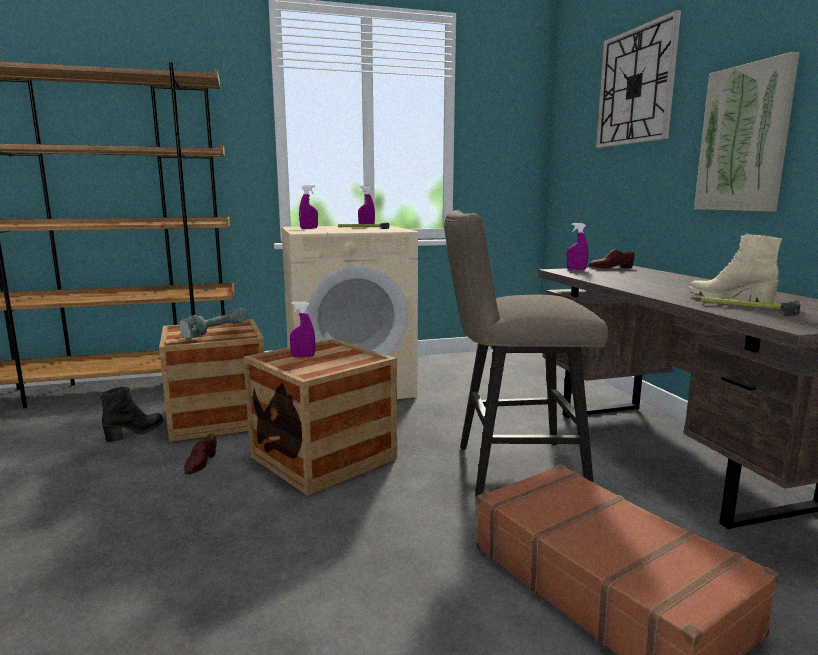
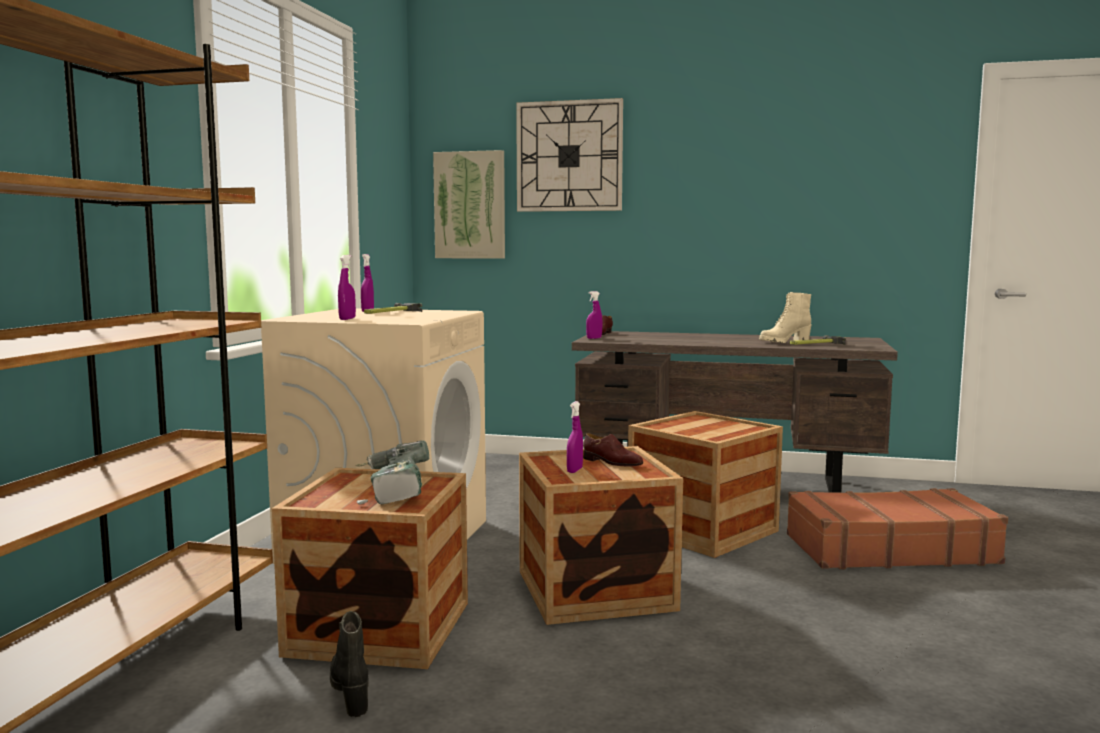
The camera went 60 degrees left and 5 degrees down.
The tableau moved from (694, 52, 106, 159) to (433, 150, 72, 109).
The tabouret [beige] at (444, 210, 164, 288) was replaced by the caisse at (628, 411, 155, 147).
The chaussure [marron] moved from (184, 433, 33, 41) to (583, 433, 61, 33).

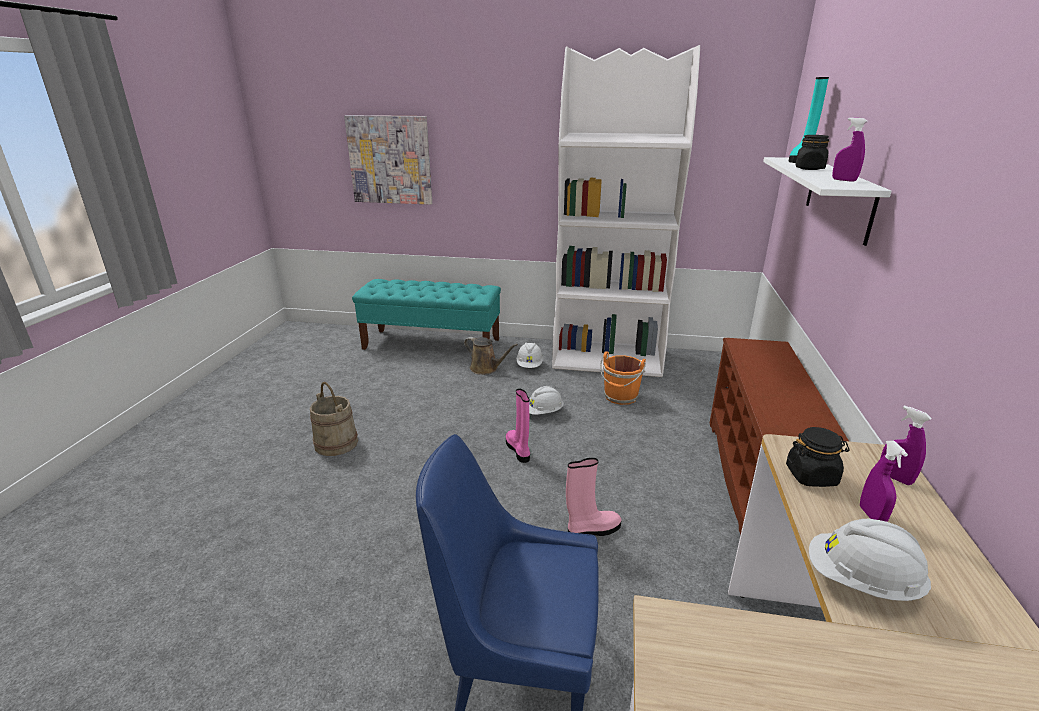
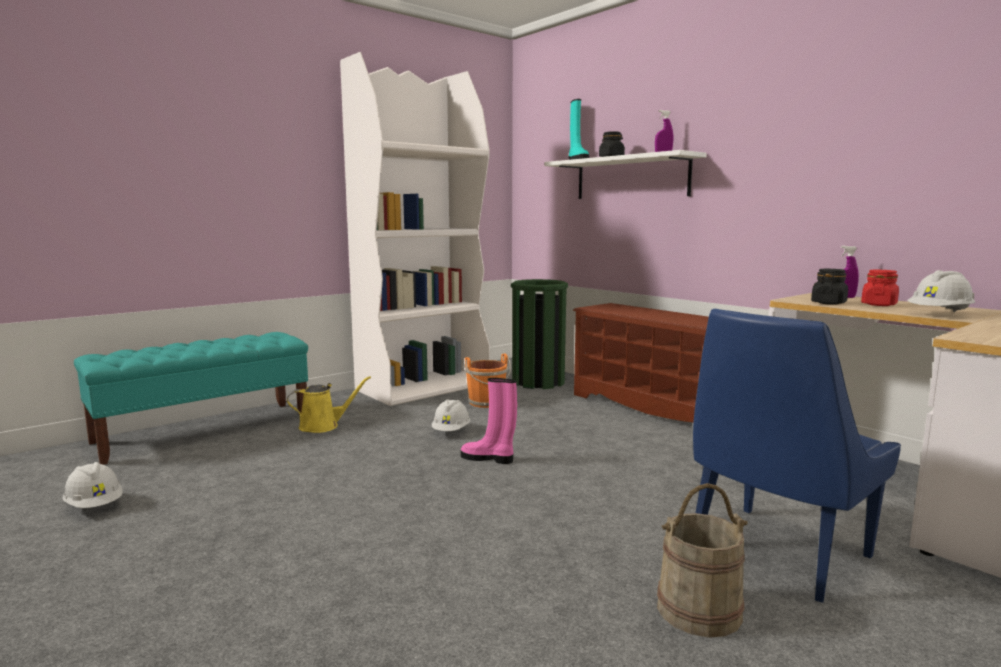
The camera went 50 degrees left and 15 degrees down.
The tableau at (344, 115, 88, 90) disappeared.
The arrosoir [marron] at (464, 337, 54, 38) became the arrosoir [jaune] at (287, 376, 84, 57).
The casque de chantier [blanc] moved from (516, 343, 27, 25) to (62, 462, 61, 46).
The seau [beige] moved from (310, 382, 48, 74) to (657, 483, 91, 155).
The vaporisateur [violet] at (860, 441, 48, 81) was replaced by the bocal [rouge] at (861, 270, 38, 36).
The botte [rose] at (566, 458, 56, 78) disappeared.
The poubelle [vert] at (511, 279, 57, 110) appeared.

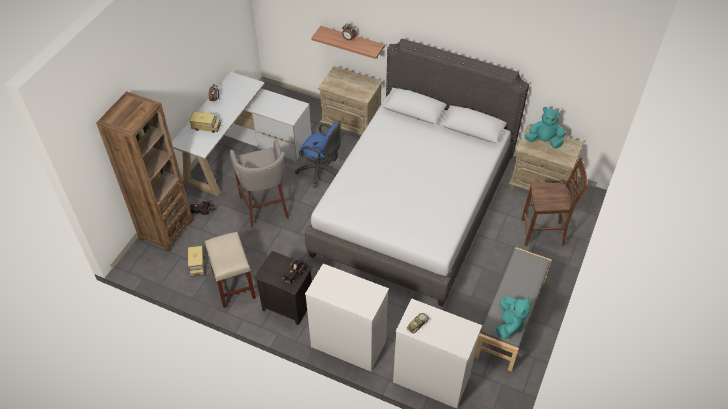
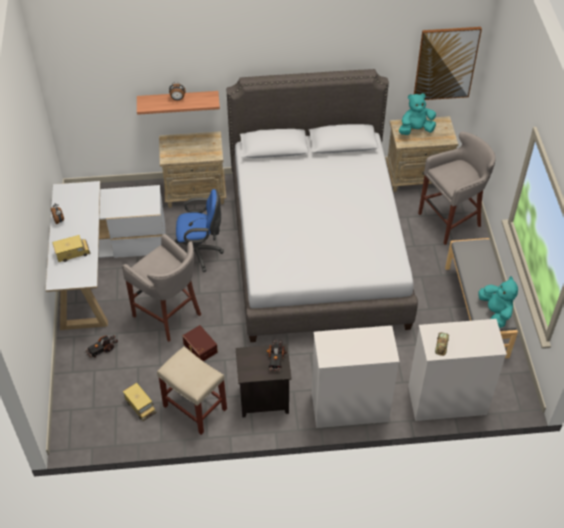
The camera went 30 degrees left and 0 degrees up.
The bibliothèque [marron] at (96, 91, 97, 161) disappeared.
The chaise [marron] at (521, 157, 67, 89) was replaced by the tabouret [gris] at (418, 131, 78, 114).
The tableau at (414, 27, 68, 73) appeared.
The boîte de rangement [marron] at (182, 325, 36, 36) appeared.

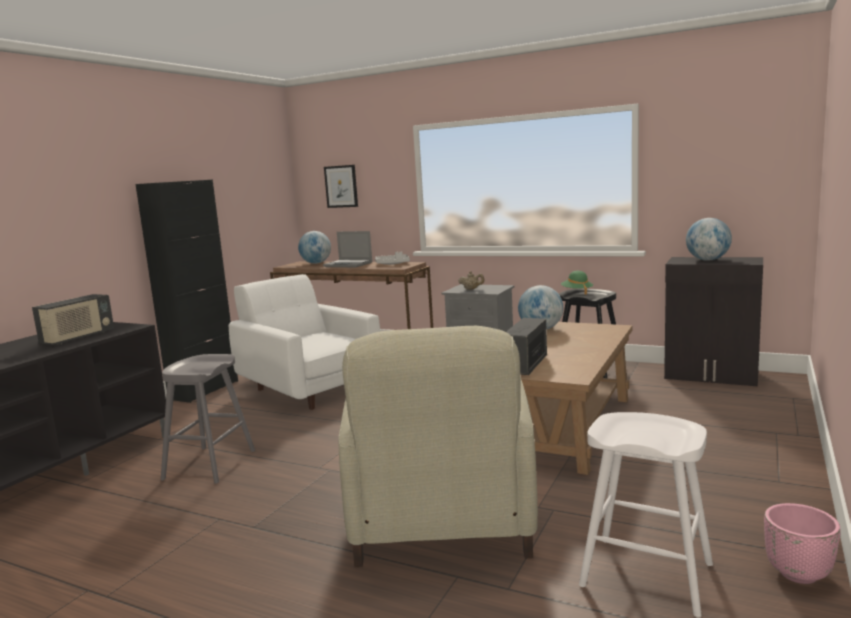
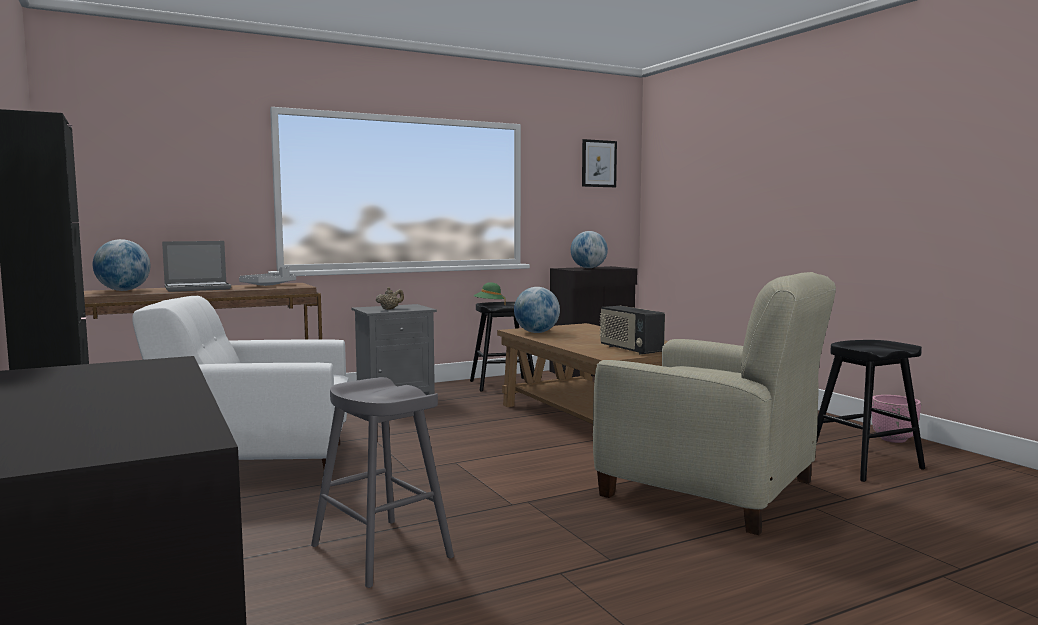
The camera went 55 degrees left and 5 degrees down.
The tableau moved from (324, 165, 34, 43) to (582, 139, 35, 48).
The radio at (32, 294, 82, 51) disappeared.
The tabouret [blanc] at (579, 412, 134, 206) became the tabouret [noir] at (816, 340, 109, 142).

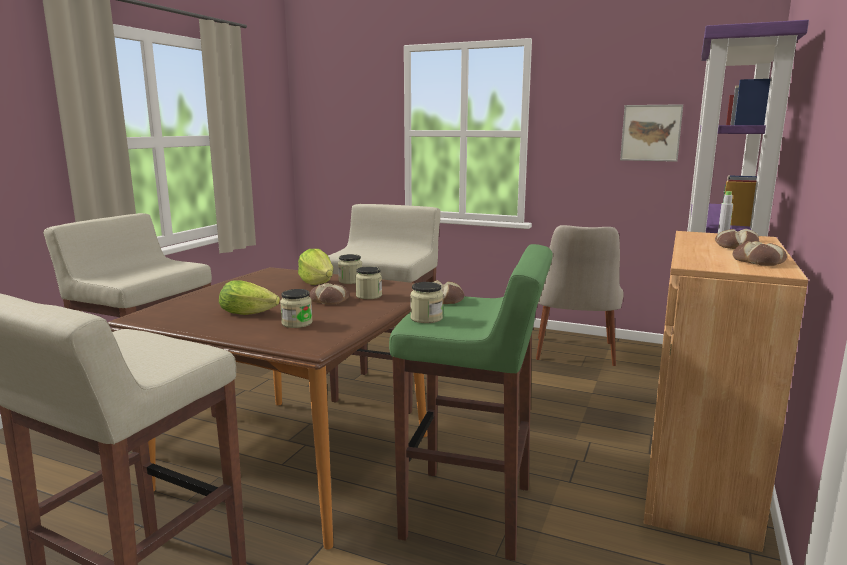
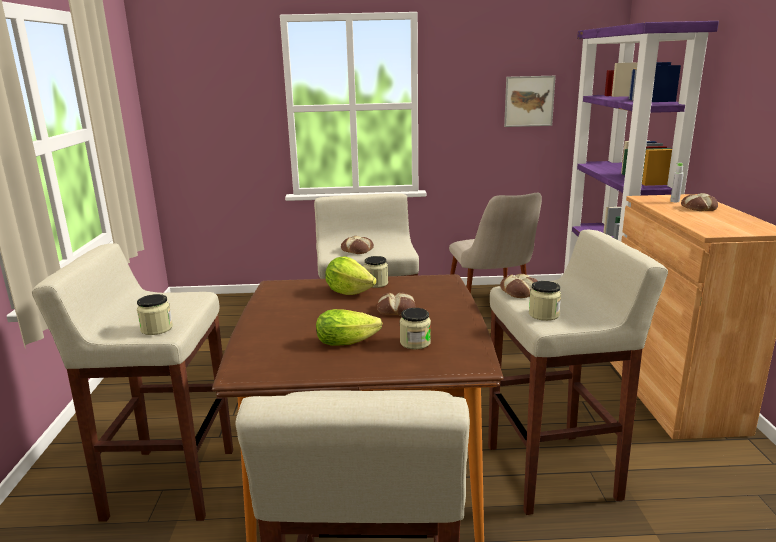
The camera went 25 degrees left and 5 degrees up.
The pain moved from (733, 241, 54, 25) to (341, 236, 33, 18).
The tabouret [vert] at (389, 244, 164, 317) became the tabouret [beige] at (488, 230, 180, 285).
The bocal moved from (355, 266, 27, 33) to (137, 294, 36, 41).

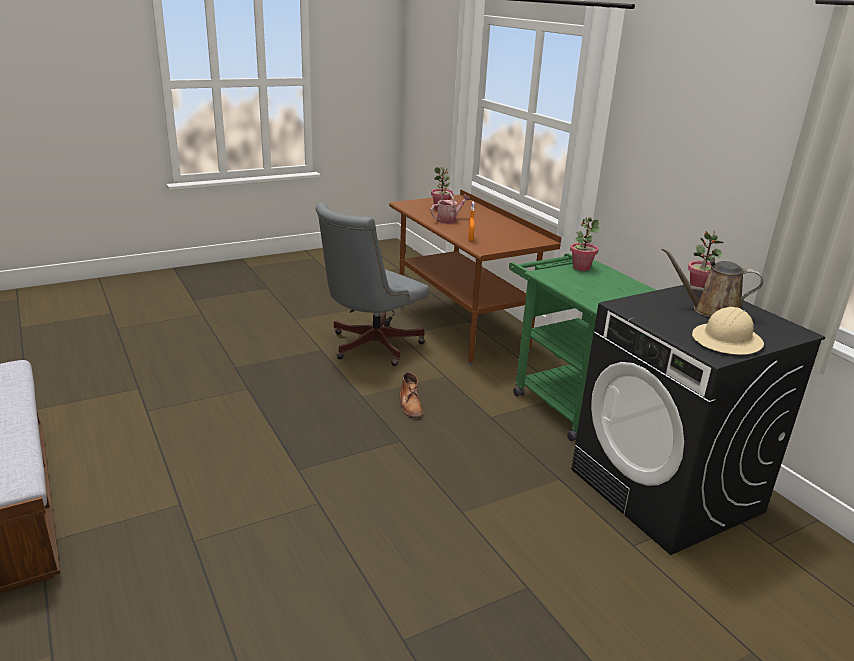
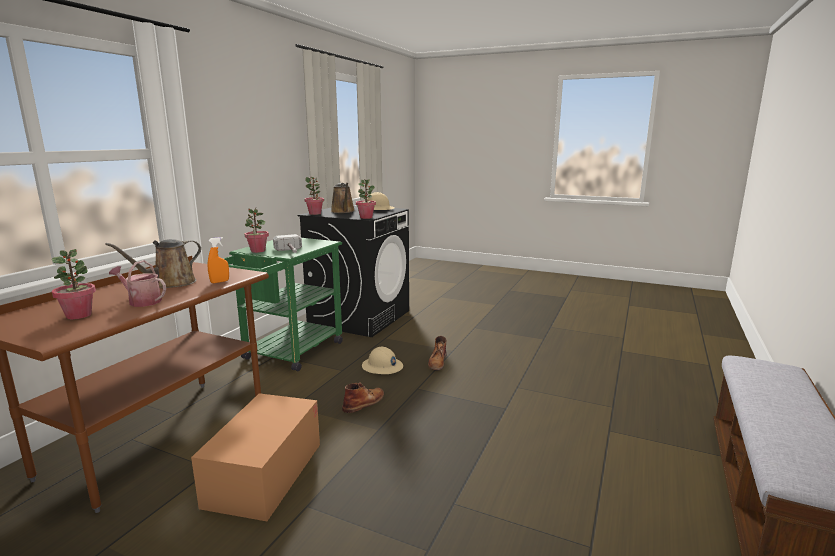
The camera went 125 degrees left and 10 degrees down.
The chaise de bureau [gris] at (315, 203, 114, 163) was replaced by the carton at (191, 393, 129, 128).
The plante en pot at (356, 179, 20, 40) appeared.
The marteau at (273, 234, 29, 19) appeared.
The arrosoir [marron] at (105, 239, 96, 49) appeared.
The botte [marron] at (428, 336, 19, 34) appeared.
The casque de chantier [beige] at (362, 347, 41, 27) appeared.

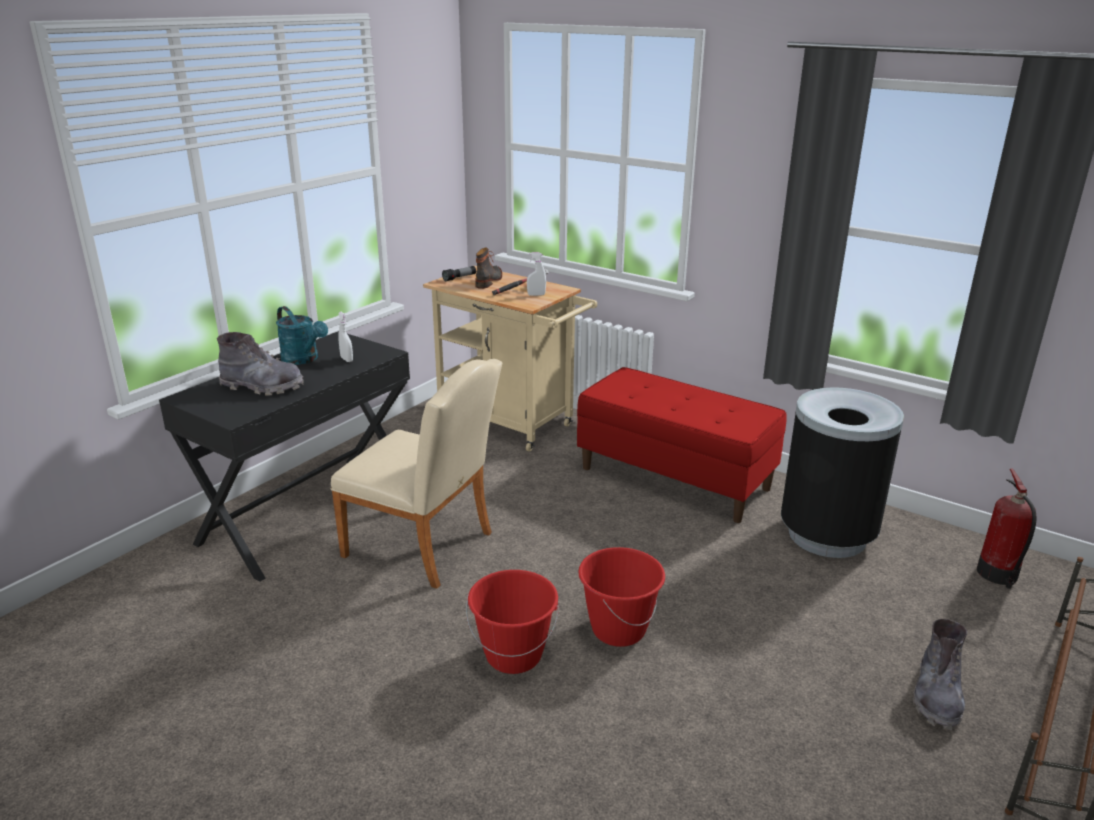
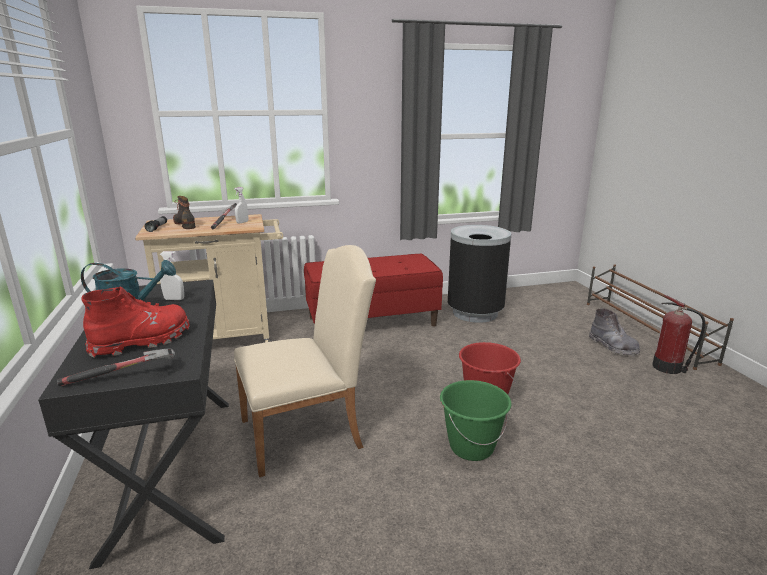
The camera went 50 degrees left and 5 degrees down.
The botte [gris] at (217, 332, 87, 64) became the botte [rouge] at (81, 287, 109, 71).
The extincteur moved from (977, 469, 60, 120) to (652, 295, 53, 79).
The seau [rouge] at (466, 570, 93, 104) became the seau [vert] at (440, 380, 71, 81).
The marteau at (57, 348, 118, 38) appeared.

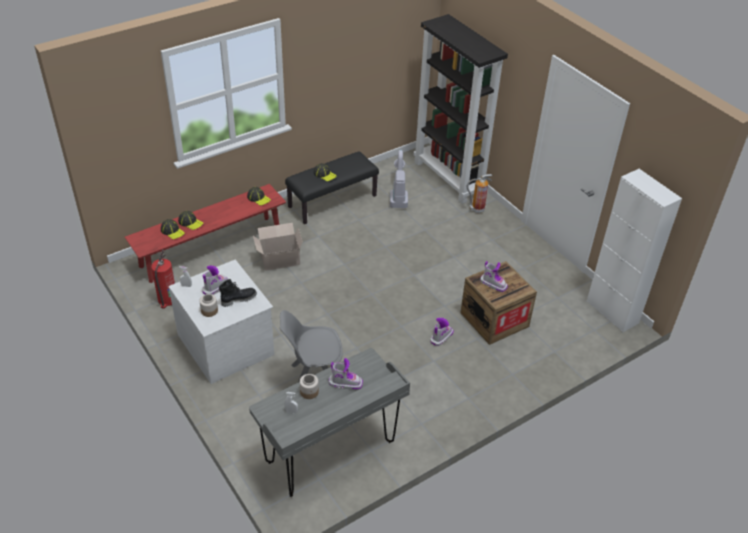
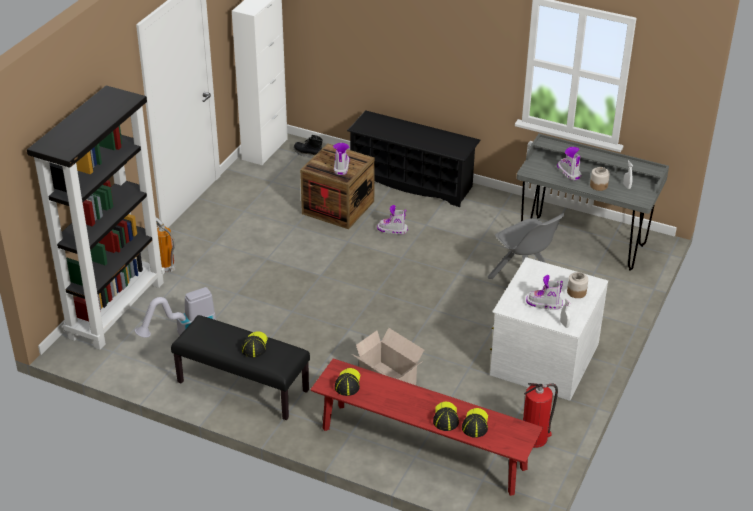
The camera went 120 degrees left and 5 degrees down.
The botte [noir] moved from (219, 279, 38, 28) to (294, 135, 29, 23).
The étagère à chaussures [noir] at (347, 110, 134, 97) appeared.

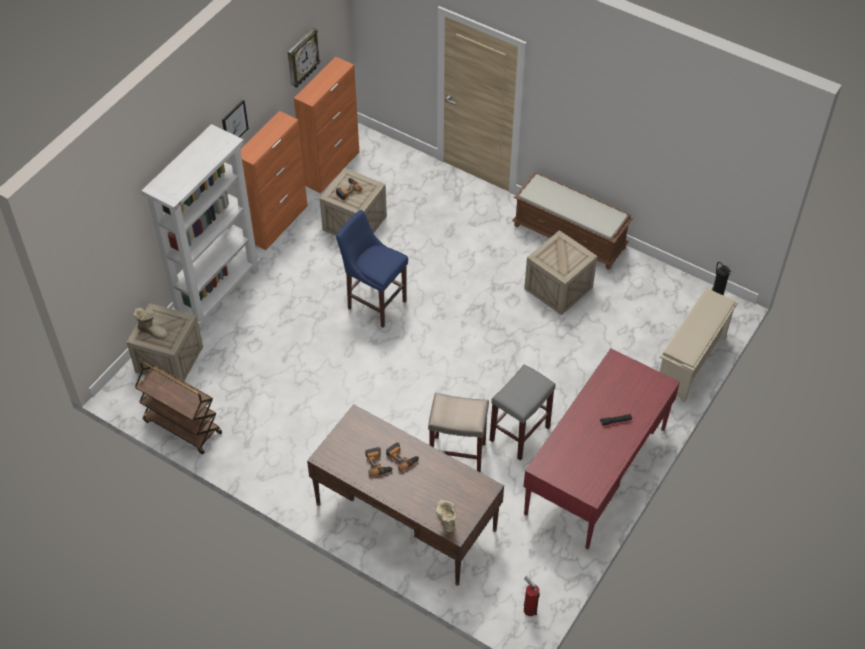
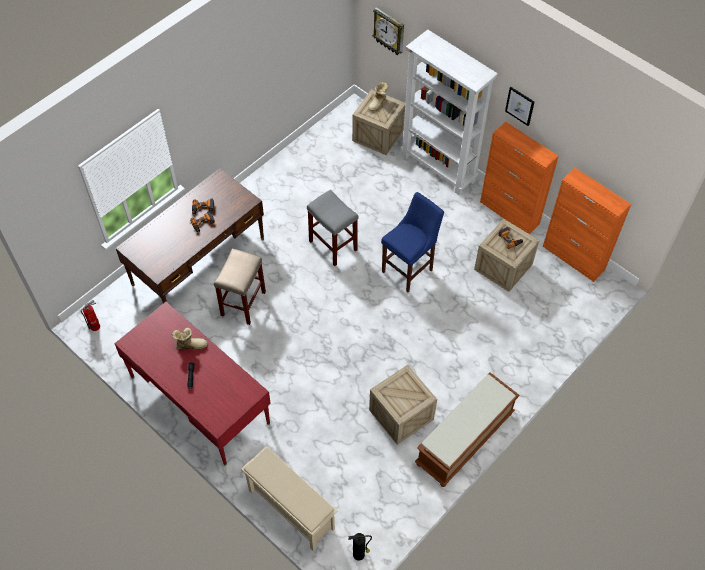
The camera went 100 degrees right and 5 degrees up.
The horloge murale moved from (288, 27, 32, 61) to (373, 7, 31, 48).
The chariot [marron] at (135, 361, 87, 93) disappeared.
The tabouret [gris] moved from (490, 364, 66, 97) to (307, 190, 52, 76).
The botte moved from (436, 499, 21, 33) to (172, 328, 35, 22).

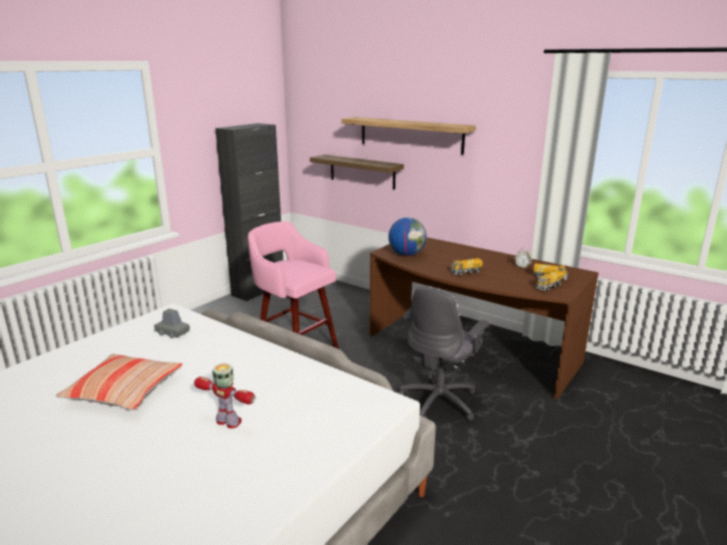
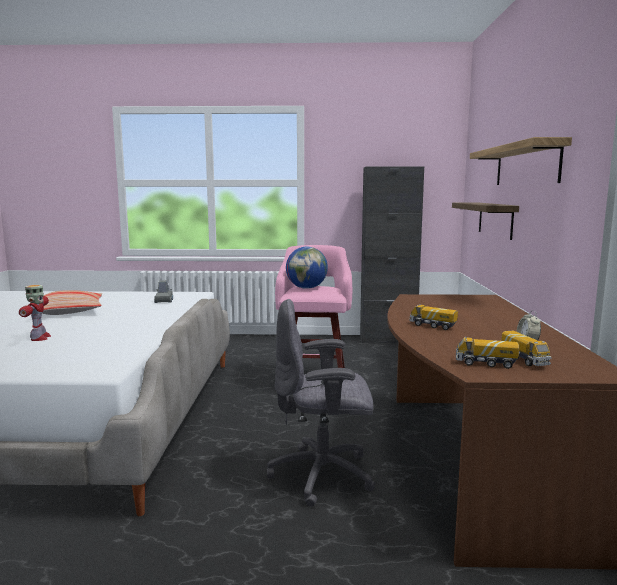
The camera went 55 degrees right and 10 degrees down.
The globe moved from (388, 218, 39, 38) to (286, 247, 42, 42).

